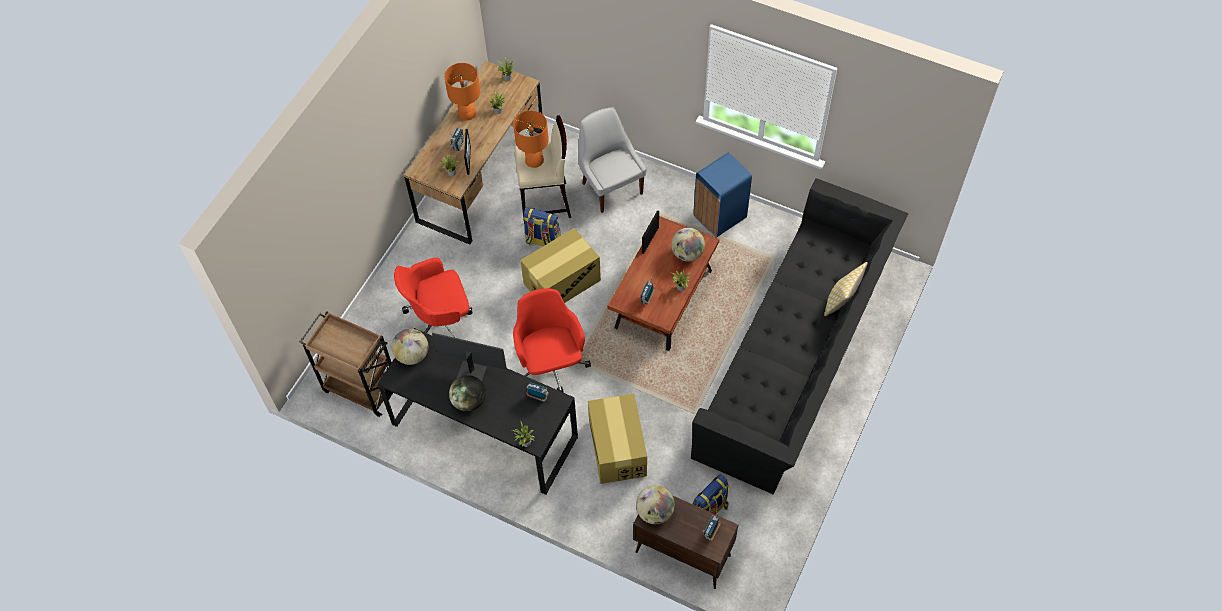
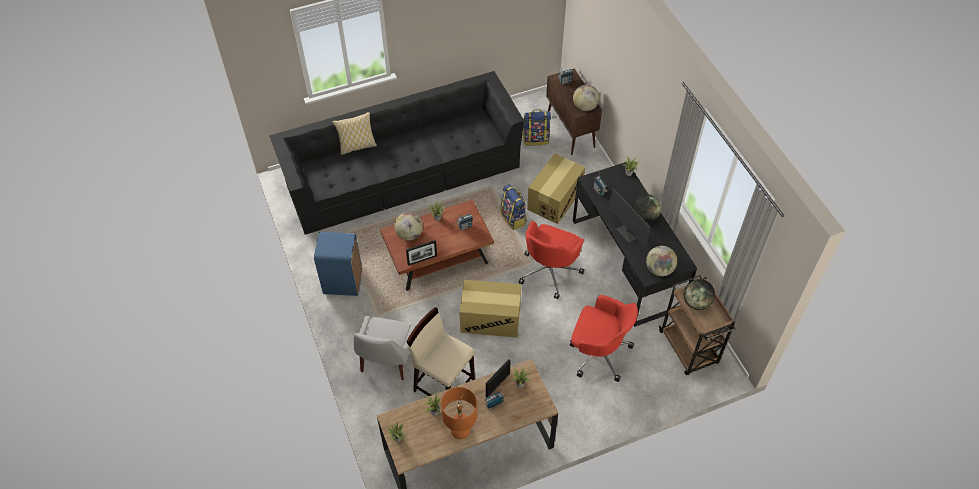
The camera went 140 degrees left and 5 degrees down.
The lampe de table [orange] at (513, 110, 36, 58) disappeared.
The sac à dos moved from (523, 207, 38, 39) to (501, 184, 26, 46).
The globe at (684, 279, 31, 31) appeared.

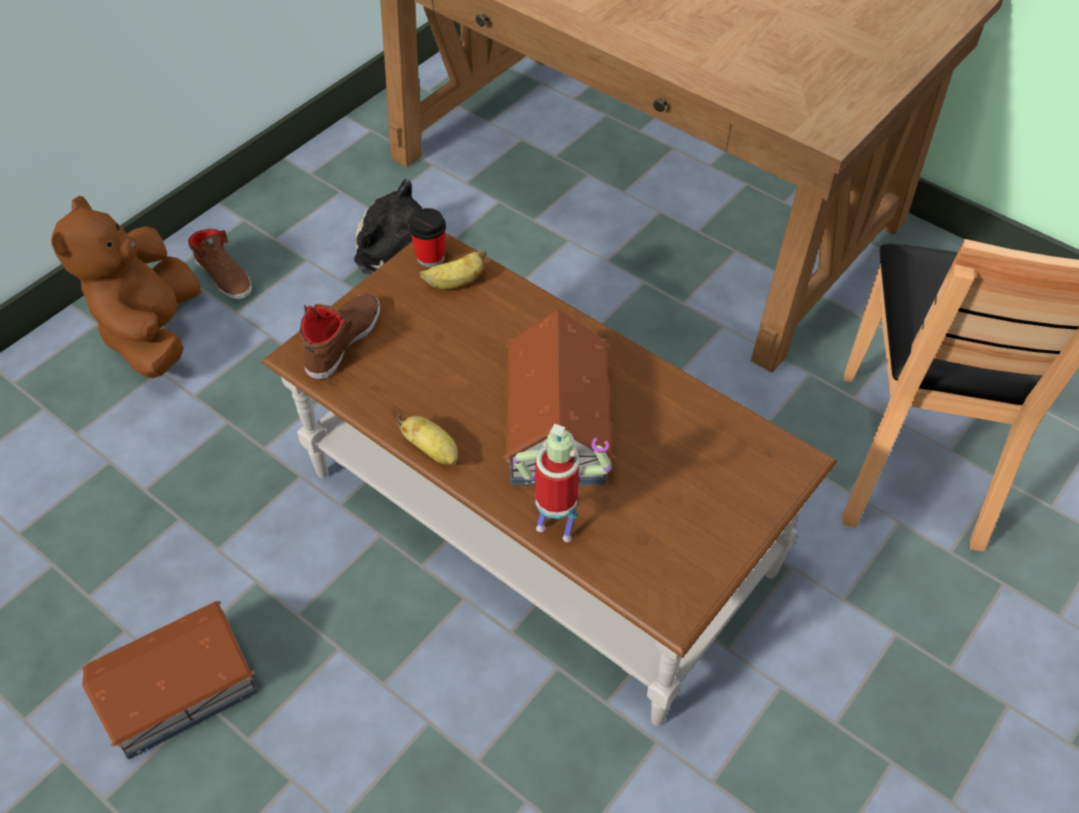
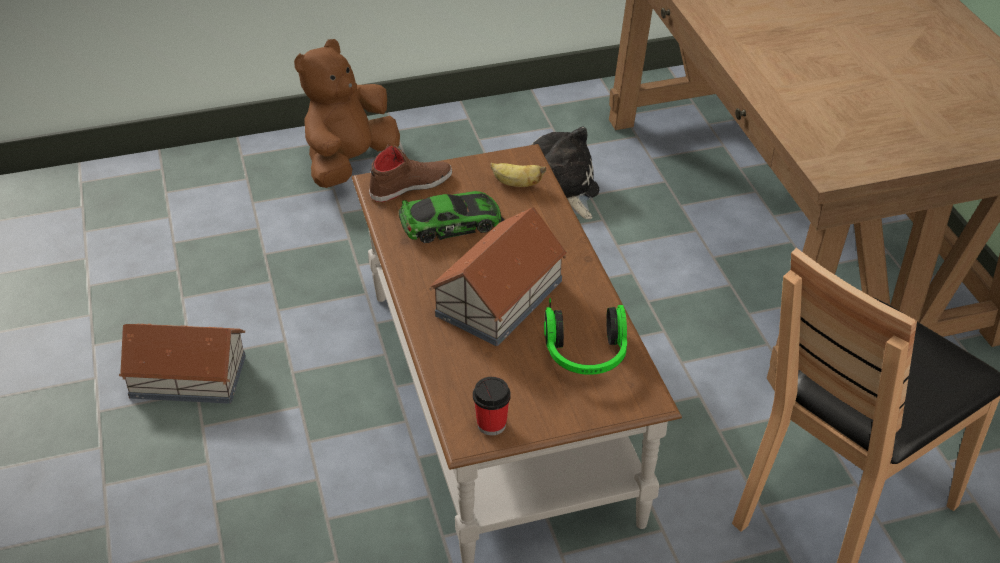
The camera went 35 degrees right and 10 degrees down.
The tasse moved from (409, 208, 37, 59) to (473, 377, 38, 59).
The chaussure [marron] at (188, 229, 64, 71) disappeared.
The banane at (396, 414, 62, 51) disappeared.
The robot jouet at (513, 424, 99, 118) disappeared.
The petite voiture at (399, 191, 106, 52) appeared.
The casque audio at (544, 298, 83, 77) appeared.

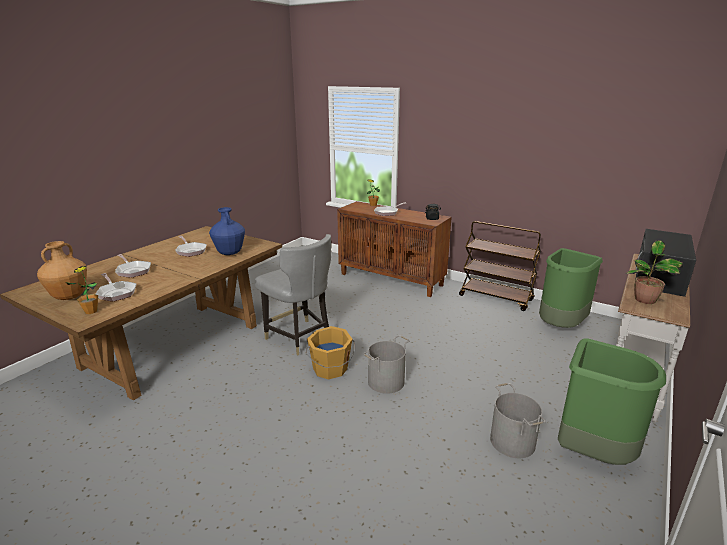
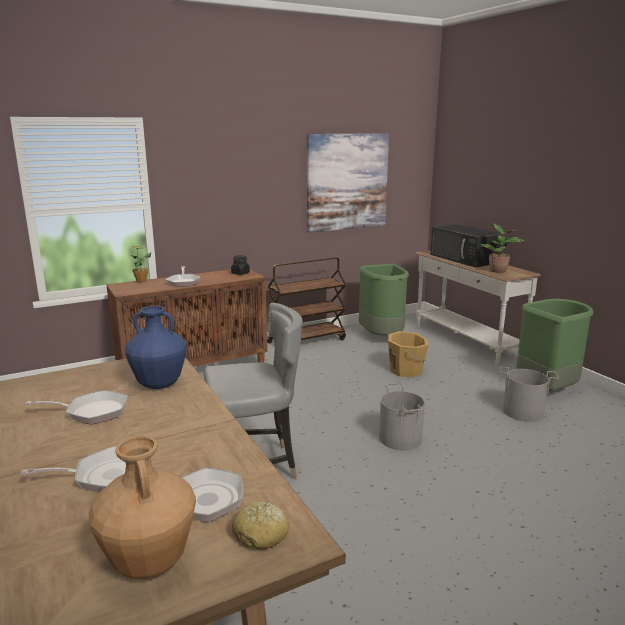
The camera went 60 degrees left and 5 degrees down.
The plante en pot at (66, 266, 32, 48) was replaced by the pain at (232, 502, 57, 47).
The seau [orange] moved from (306, 326, 49, 54) to (388, 331, 41, 46).
The tableau at (307, 133, 82, 100) appeared.

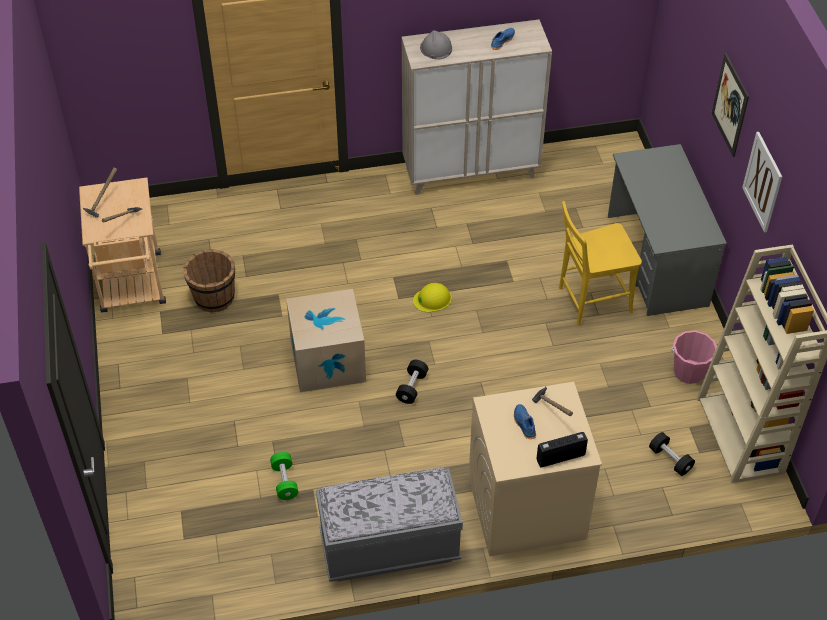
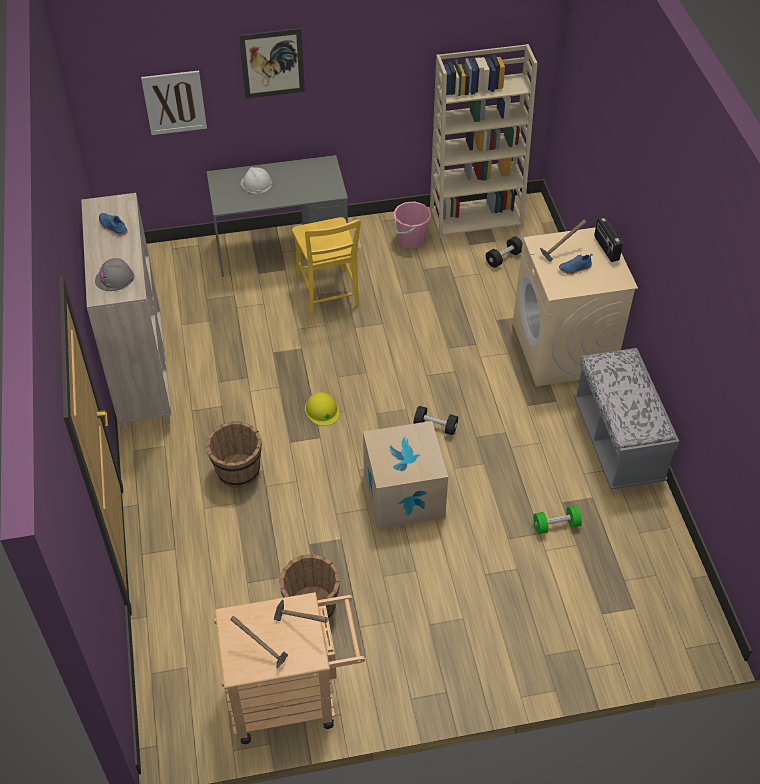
The camera went 90 degrees left and 0 degrees up.
The tableau moved from (742, 132, 40, 101) to (141, 70, 66, 65).
The casque de chantier [blanc] at (241, 167, 31, 27) appeared.
The seau [marron] at (206, 421, 56, 67) appeared.

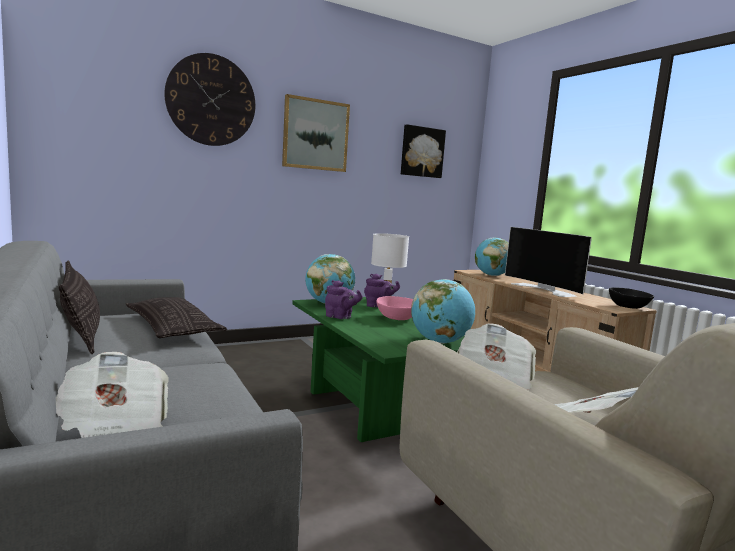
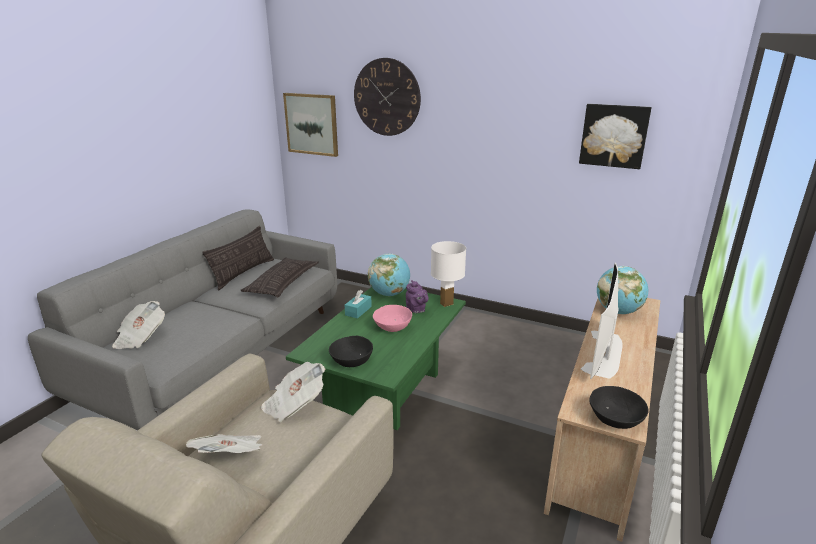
The camera went 55 degrees right and 15 degrees up.
The tableau moved from (282, 94, 68, 78) to (283, 93, 55, 64).
The globe at (411, 279, 64, 65) was replaced by the bol [noir] at (329, 336, 44, 31).
The théière [violet] at (325, 280, 38, 39) was replaced by the boîte à mouchoirs [turquoise] at (345, 290, 27, 29).

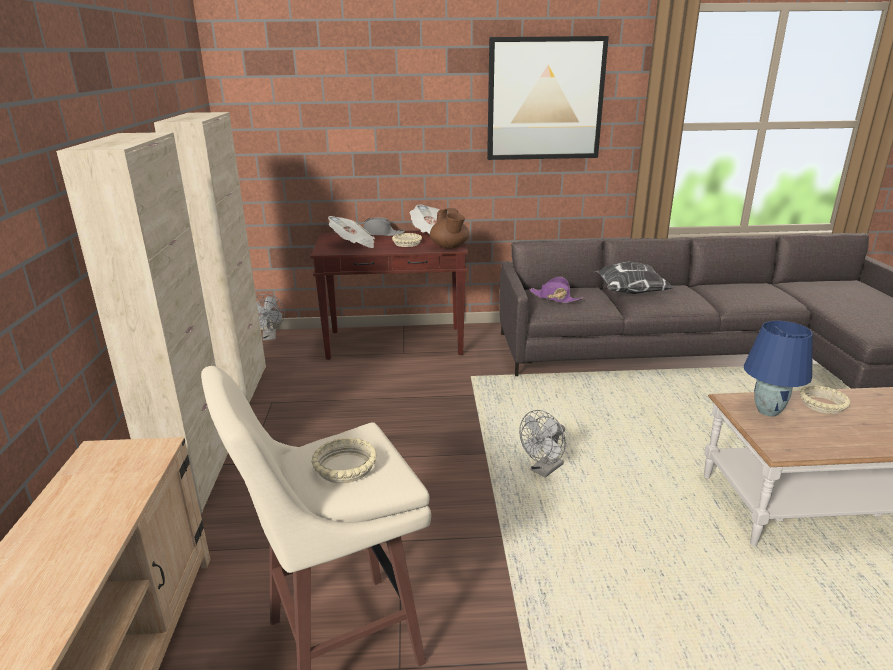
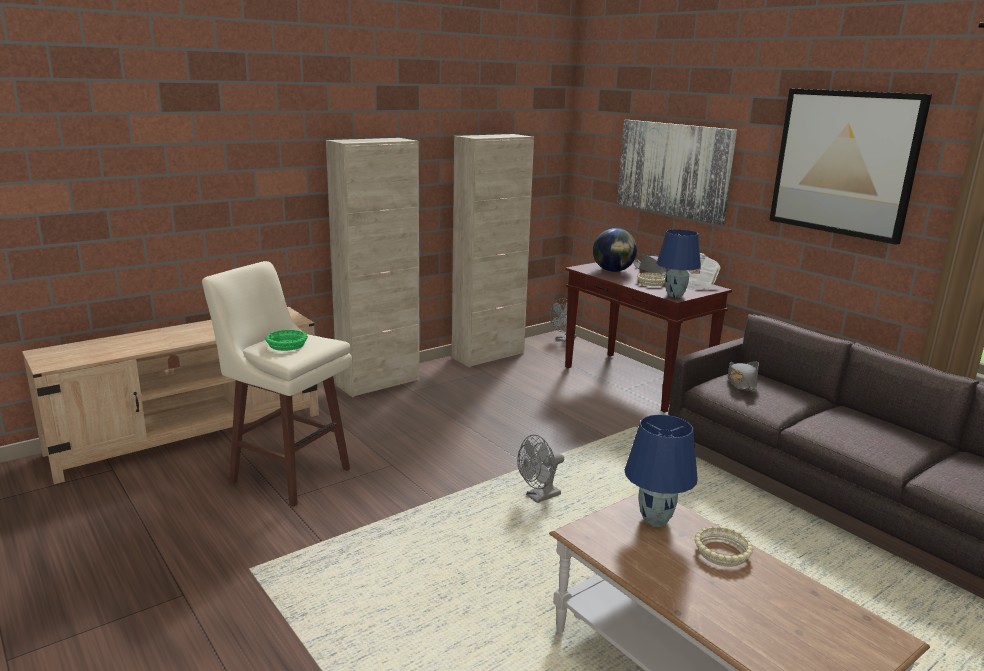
The camera went 55 degrees right and 5 degrees down.
The théière [marron] at (430, 208, 39, 41) was replaced by the lampe de table [bleu] at (657, 229, 44, 69).
The journal at (328, 216, 47, 32) was replaced by the globe at (593, 228, 44, 44).
The coussin at (596, 261, 78, 33) disappeared.
The chapeau [violet] at (529, 277, 54, 26) became the chapeau [gris] at (728, 361, 31, 30).
The ventilateur [gris] at (519, 410, 47, 68) turned 45 degrees counterclockwise.
The bol [beige] at (311, 438, 66, 45) became the bol [vert] at (265, 330, 43, 21).
The tableau at (617, 120, 120, 105) appeared.

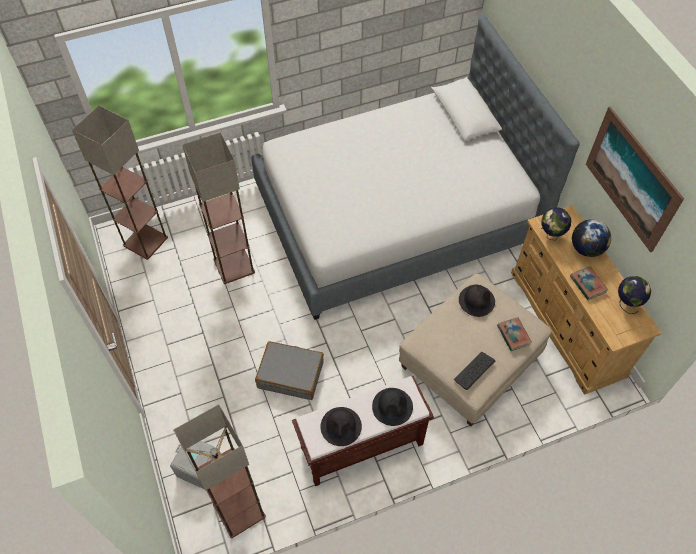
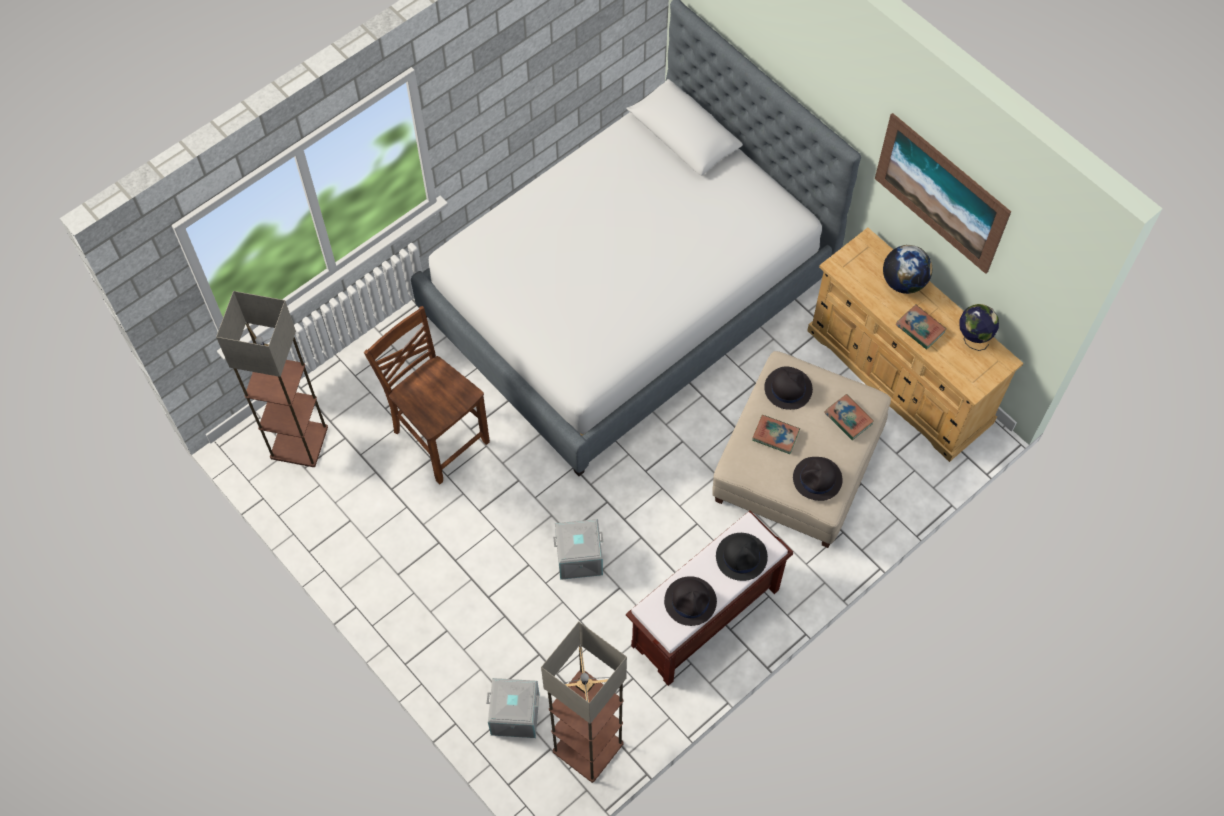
The camera went 20 degrees left and 5 degrees up.
The lampadaire at (182, 132, 73, 152) was replaced by the chaise [marron] at (364, 306, 126, 178).
The globe at (541, 207, 30, 33) disappeared.
The valise [gris] at (255, 341, 69, 59) was replaced by the boîte de rangement [gris] at (553, 519, 50, 61).
The clavier at (454, 352, 41, 38) was replaced by the chapeau [noir] at (793, 457, 50, 44).
The livre at (752, 415, 48, 39) appeared.

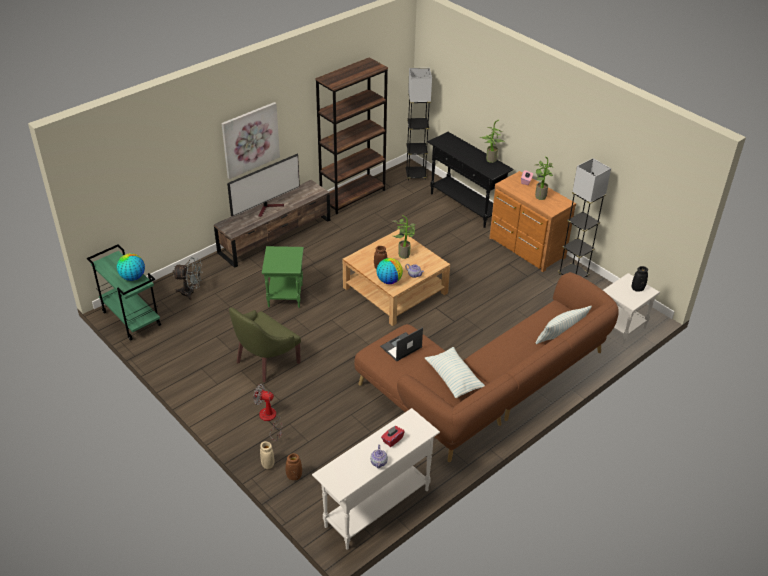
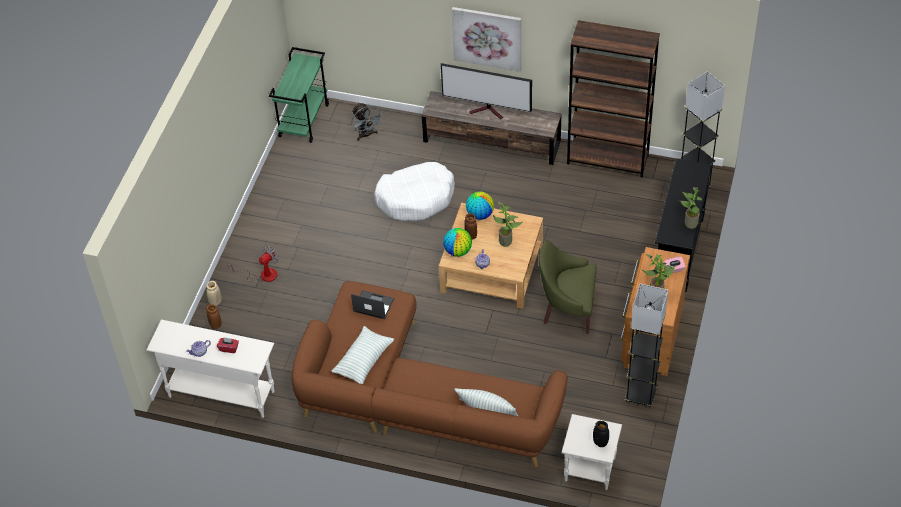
The camera went 60 degrees right and 10 degrees up.
The table d'appoint [vert] at (262, 246, 42, 62) was replaced by the panier pour chien [blanc] at (374, 162, 81, 59).
The globe moved from (117, 254, 28, 27) to (466, 192, 28, 28).
The fauteuil [vert] moved from (229, 307, 72, 75) to (539, 241, 58, 93).
The ventilateur at (253, 384, 29, 57) turned 60 degrees clockwise.

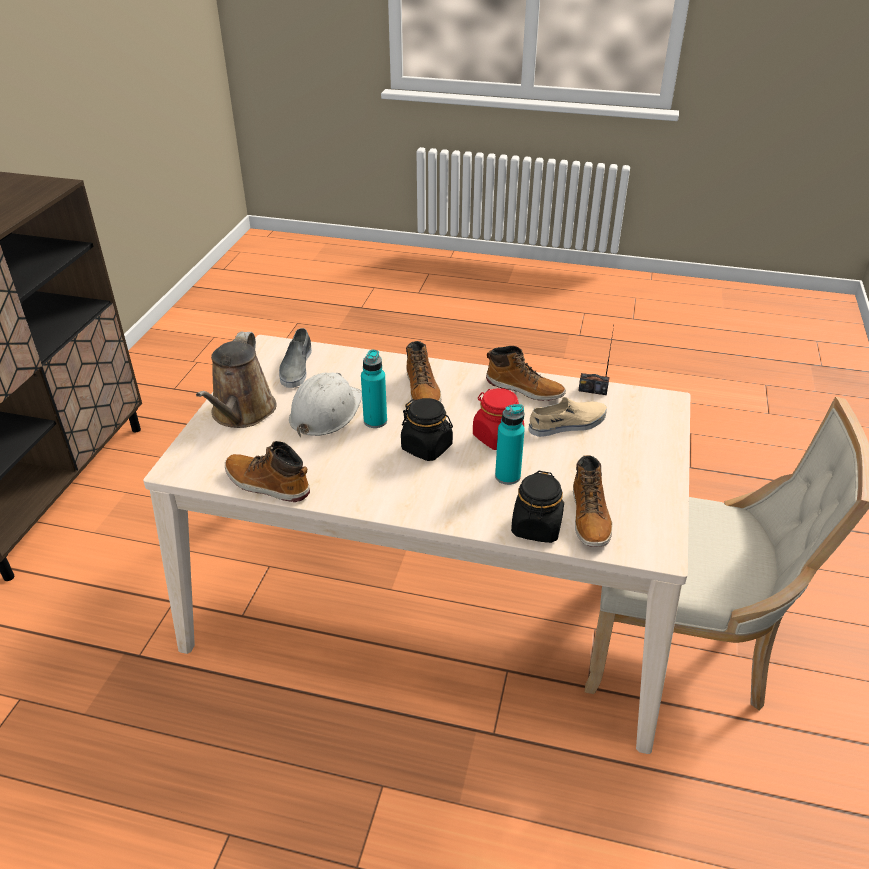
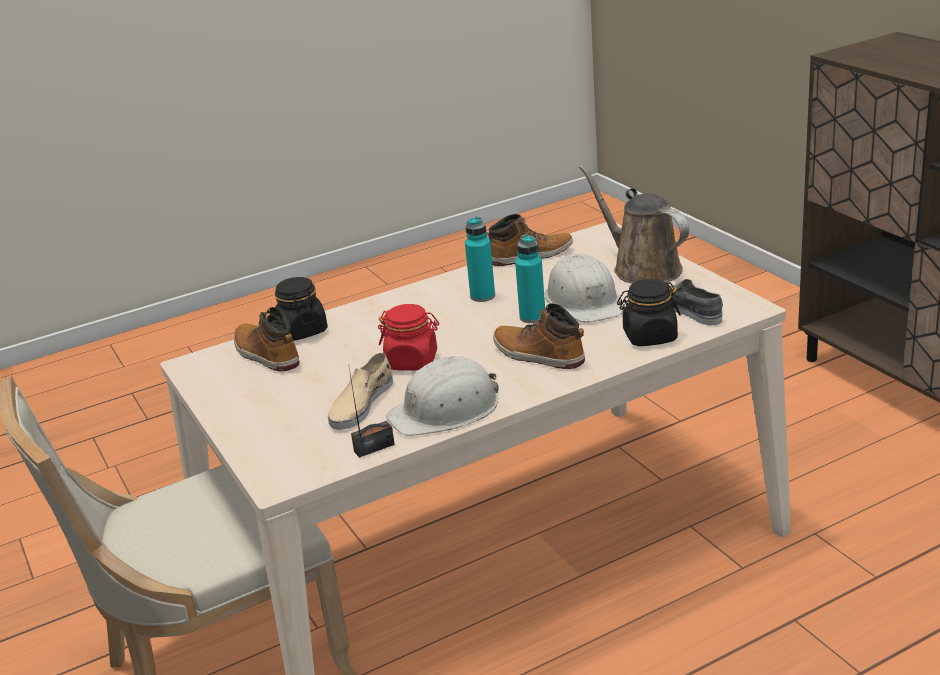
The camera went 140 degrees right and 10 degrees down.
The botte at (486, 346, 80, 55) was replaced by the casque de chantier [blanc] at (386, 356, 113, 80).
The bocal [noir] moved from (401, 398, 52, 63) to (617, 279, 64, 67).
The bouteille [turquoise] moved from (495, 404, 30, 81) to (465, 216, 30, 86).

